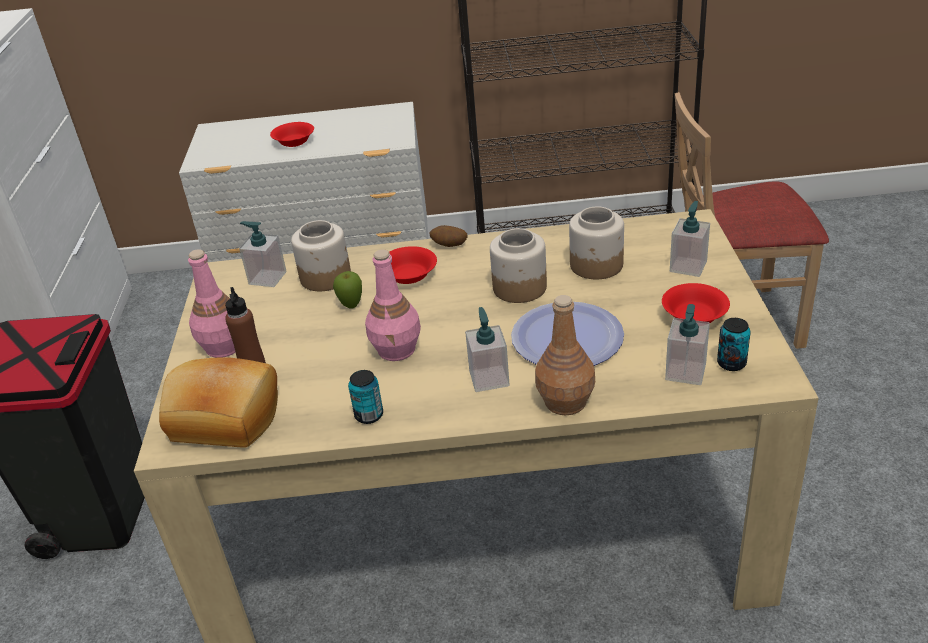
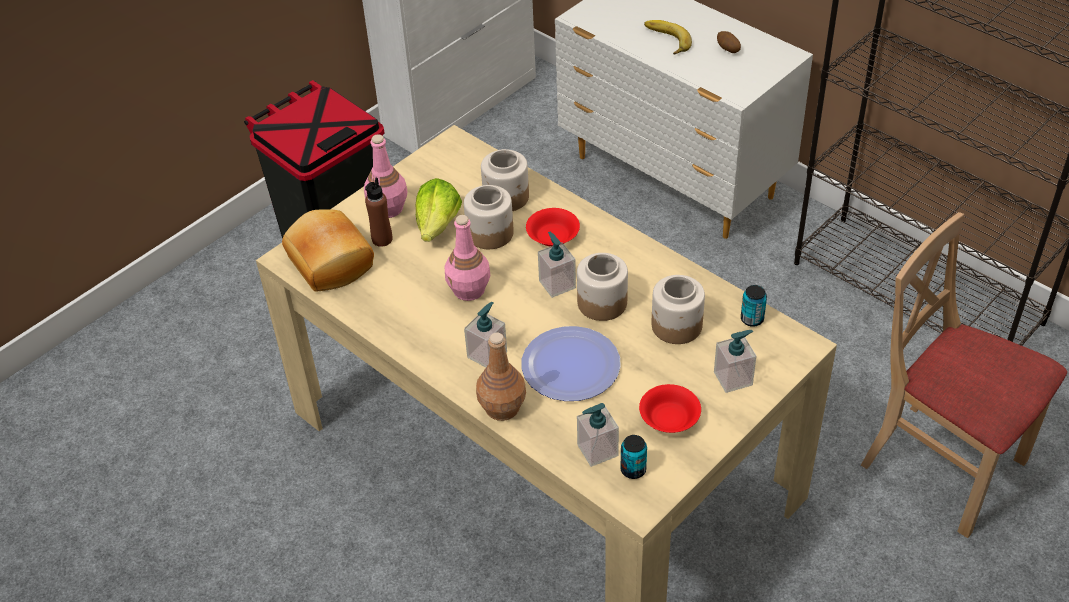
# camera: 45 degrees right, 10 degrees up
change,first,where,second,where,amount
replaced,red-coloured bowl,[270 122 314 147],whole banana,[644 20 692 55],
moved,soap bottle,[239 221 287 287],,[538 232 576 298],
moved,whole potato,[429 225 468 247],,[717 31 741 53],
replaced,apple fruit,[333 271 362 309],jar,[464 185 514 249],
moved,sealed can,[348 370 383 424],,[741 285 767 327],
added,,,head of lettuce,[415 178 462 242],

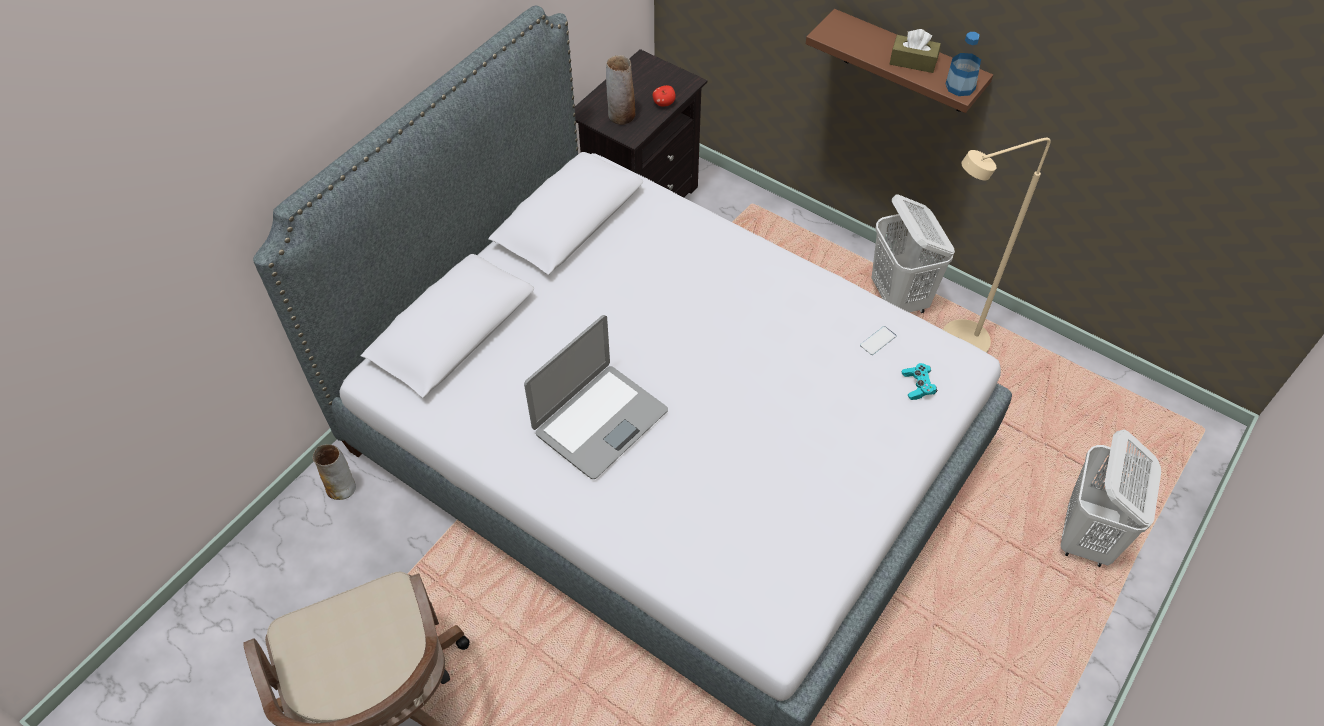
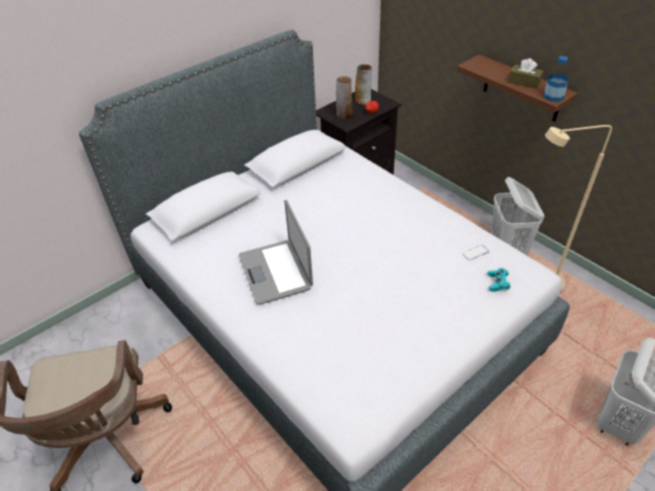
# camera: 15 degrees right, 10 degrees down
change,first,where,second,where,amount
turned,portable computer,[524 315 668 479],,[239 200 313 304],105 degrees clockwise
moved,flower vase,[313 444 356 500],,[355 64 372 105],

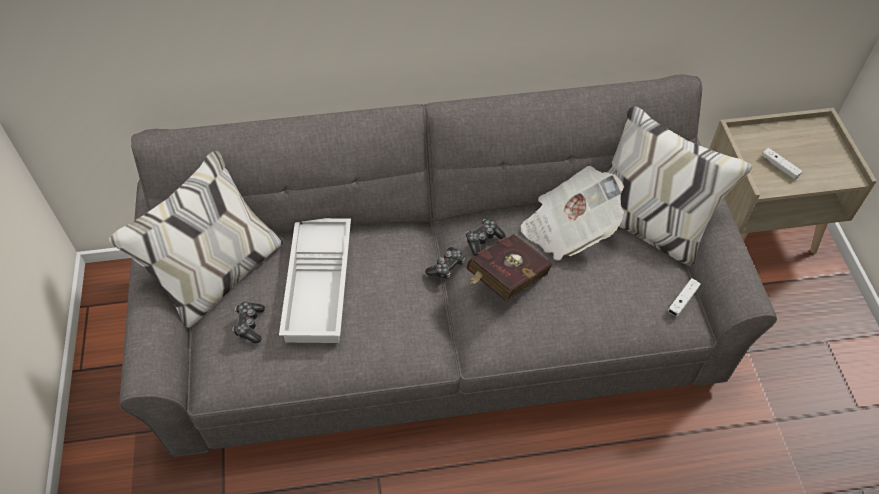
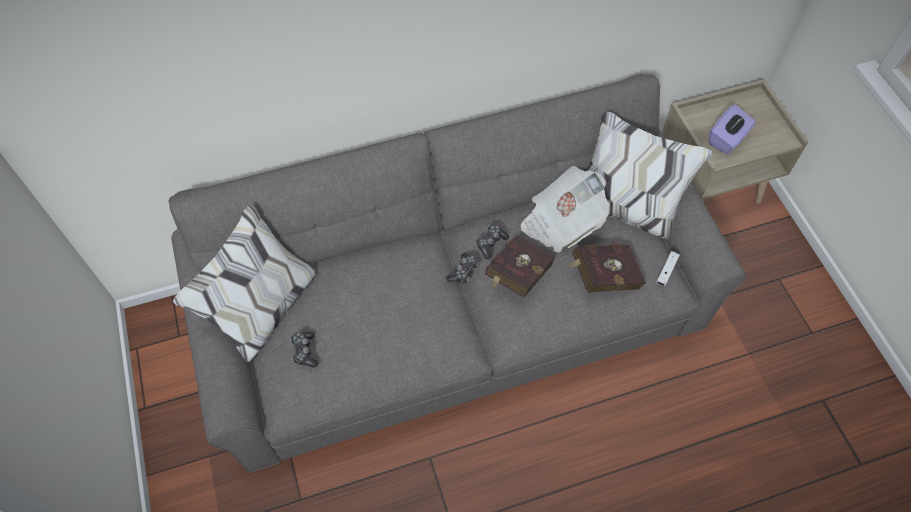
# camera: 10 degrees left, 5 degrees up
change,first,where,second,where,amount
replaced,whitish gamepad,[762 148 802 180],purple tissue box,[709 104 756 155],
removed,whitish serving tray,[279 218 351 343],,,
added,,,red-coloured bound book,[567 244 646 293],

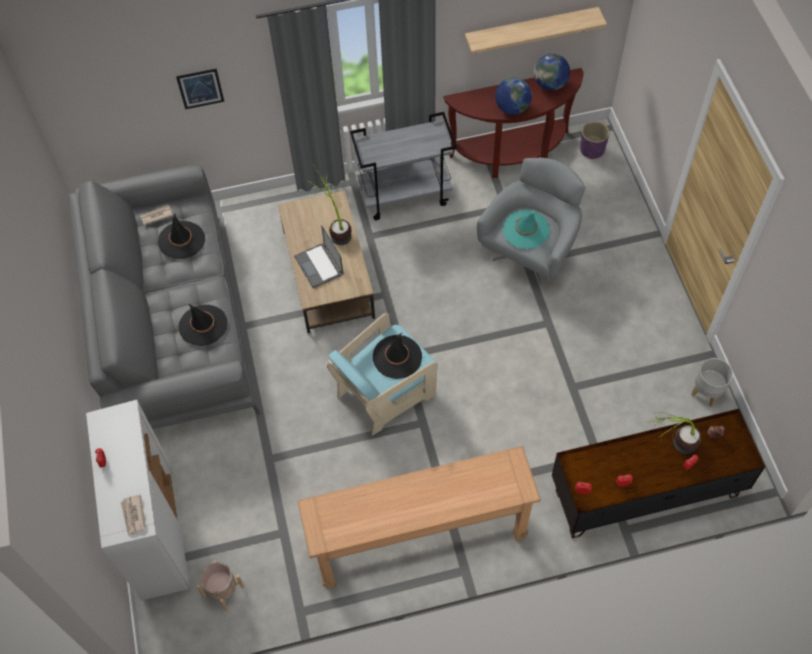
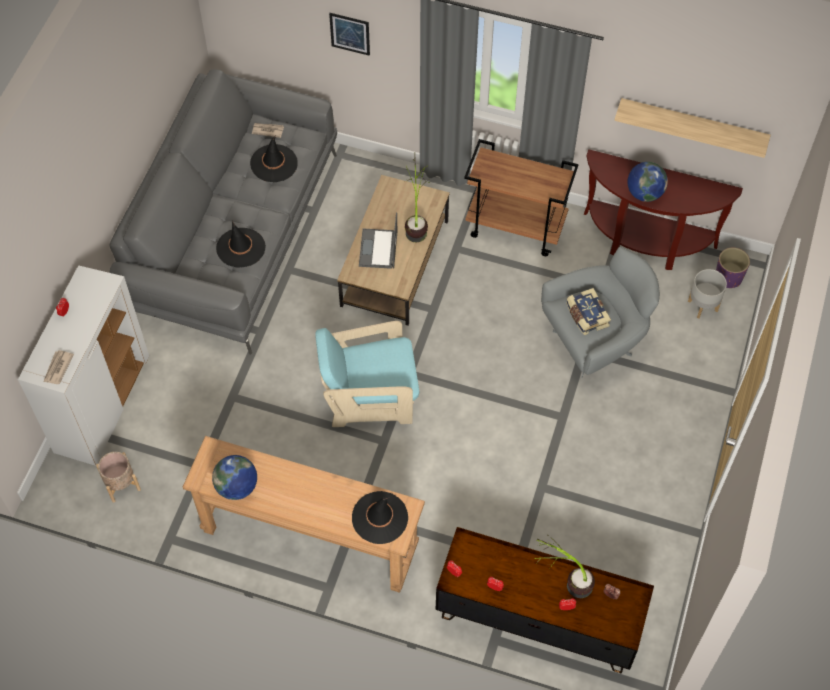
# camera: 30 degrees right, 0 degrees up
change,first,where,second,where,amount
moved,globe,[534 54 570 91],,[212 455 257 500],
recoloured,greyish cart,[350 112 457 220],brown cart,[464 139 579 256],
replaced,turquoise-coloured hat,[503 210 550 249],bound book,[566 288 611 335],
moved,blackish hat,[373 332 422 379],,[352 491 408 544],
moved,greyish plant pot,[691 358 733 407],,[688 269 727 318],

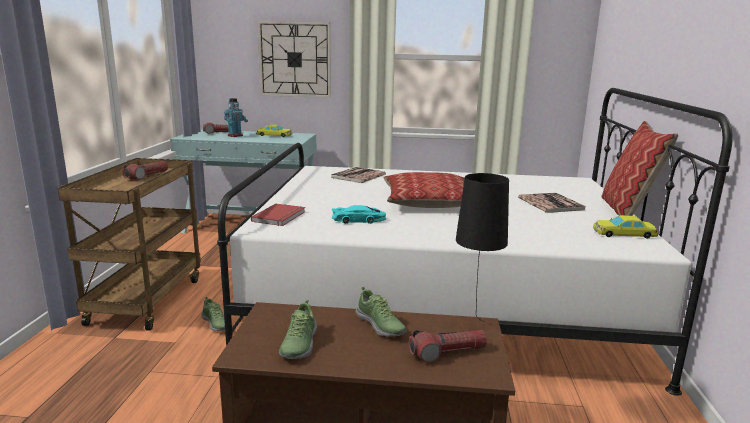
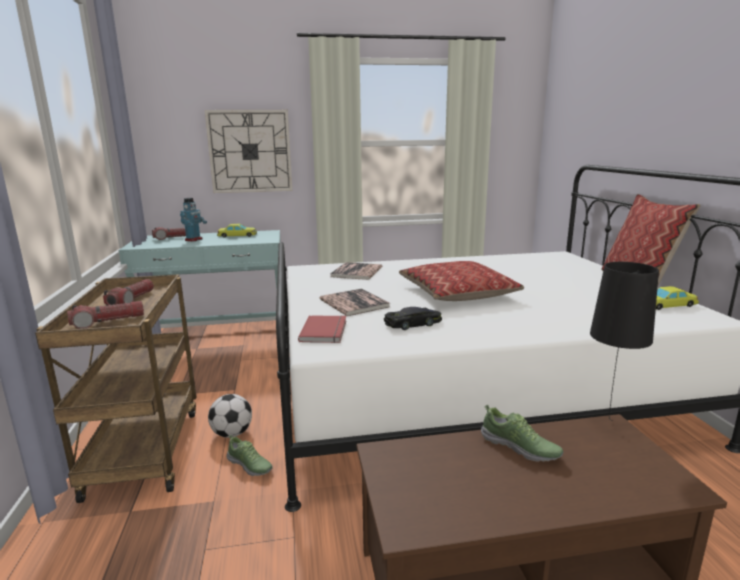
# camera: 15 degrees left, 0 degrees up
change,first,where,second,where,amount
moved,bound book,[518 193 586 213],,[320 288 390 316],
recoloured,turquoise-coloured model car,[332 205 386 224],blackish model car,[384 307 442 330],
removed,item of footwear,[279 300 317 359],,,
moved,hand torch,[409 330 487 363],,[67 301 144 329],
added,,,football,[208 394 252 438],

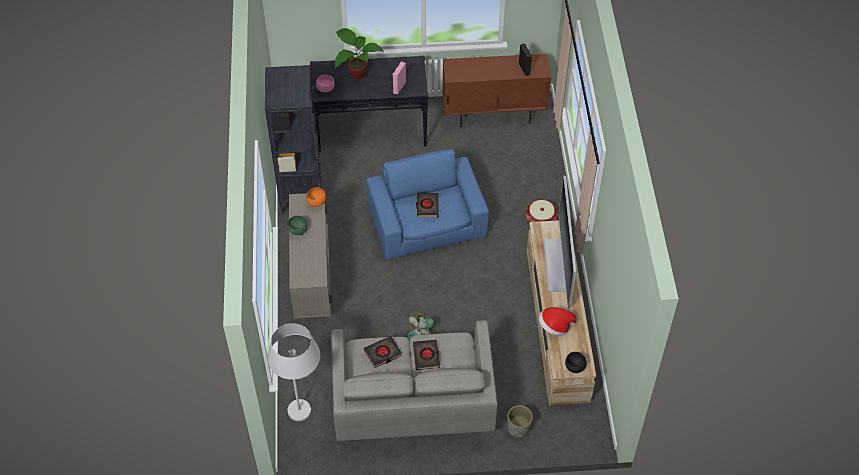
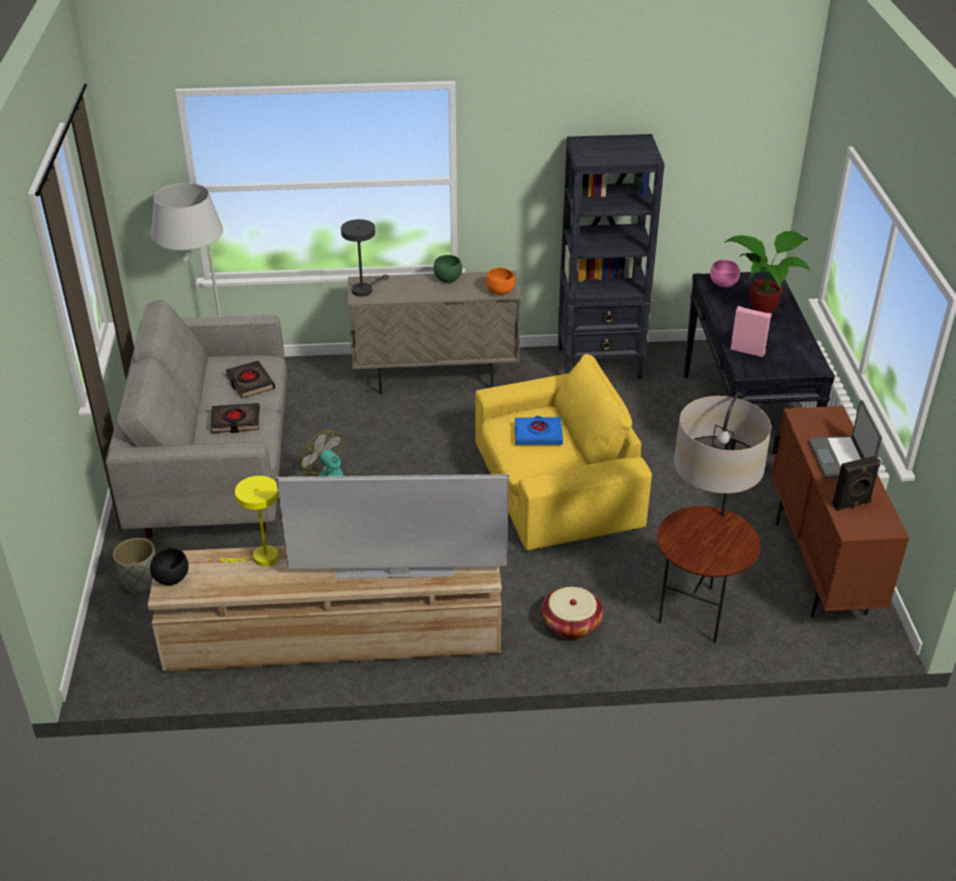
# camera: 90 degrees right, 15 degrees down
change,first,where,second,where,amount
recoloured,blue-coloured armchair,[366 149 489 259],yellow armchair,[475 354 652 550],
recoloured,blackish bound book,[416 193 439 217],blue-coloured bound book,[515 416 563 445],
replaced,hat,[539 307 577 336],yellow tabletop lamp,[220 476 279 566],
added,,,greyish tabletop lamp,[341 219 389 297],
added,,,standard lamp,[657 392 771 643],
added,,,portable computer,[808 400 882 479],

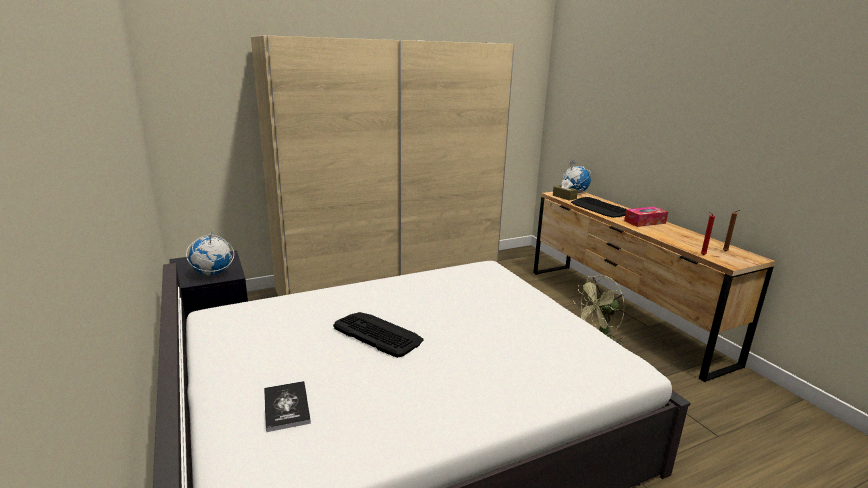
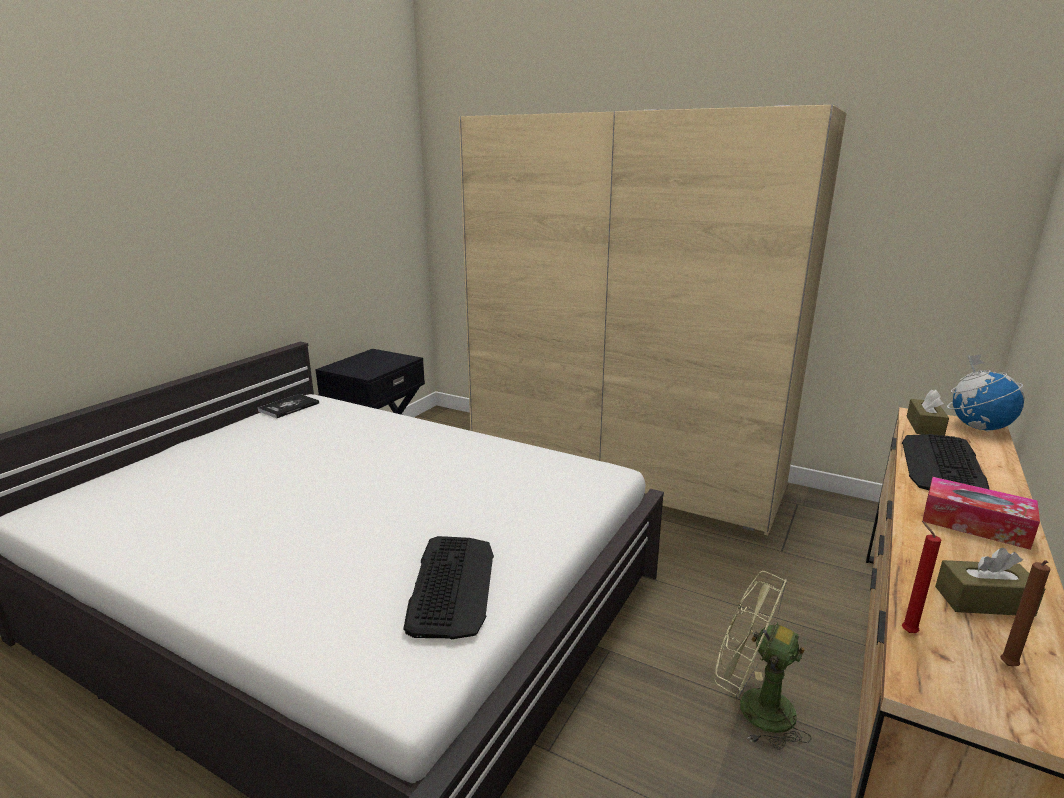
# camera: 55 degrees right, 0 degrees up
change,first,where,second,where,amount
removed,globe,[186 230 234 275],,,
moved,keyboard,[333 312 424 358],,[403 536 494 639],
moved,bound book,[264 381 311 432],,[258 394 319 418],
added,,,brown tissue box,[935 548 1045 616],

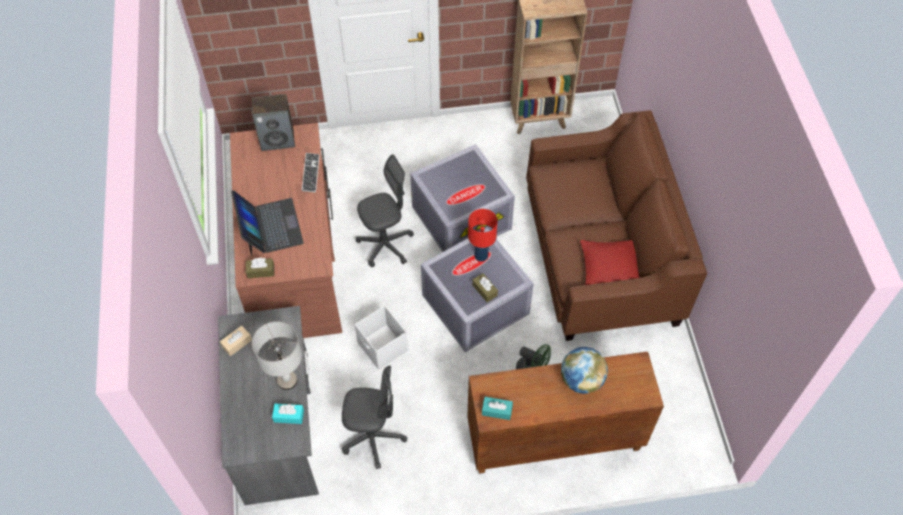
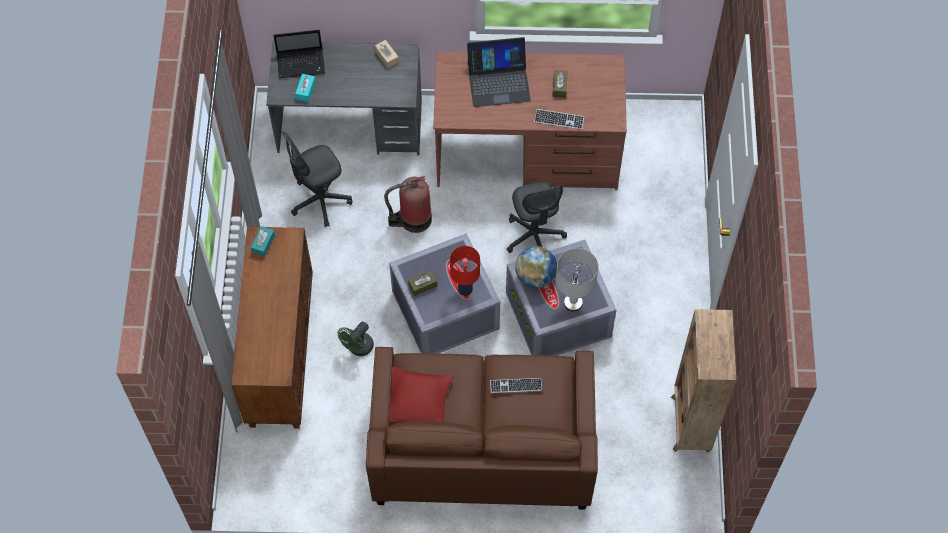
# camera: 100 degrees right, 5 degrees up
change,first,where,second,where,amount
removed,audio speaker,[252 94 295 151],,,
moved,brown tissue box,[246 258 274 278],,[552 70 568 98],
replaced,whitish storage container,[355 305 408 370],extinguisher,[384 176 432 233],
moved,greyish tabletop lamp,[252 321 302 390],,[555 248 598 312],
moved,globe,[561 347 608 394],,[515 246 557 289],
turned,greyish desk chair,[342 365 407 469],,[282 131 352 227],45 degrees clockwise
added,,,portable computer,[273 30 325 78],
added,,,keyboard,[490 378 542 393],

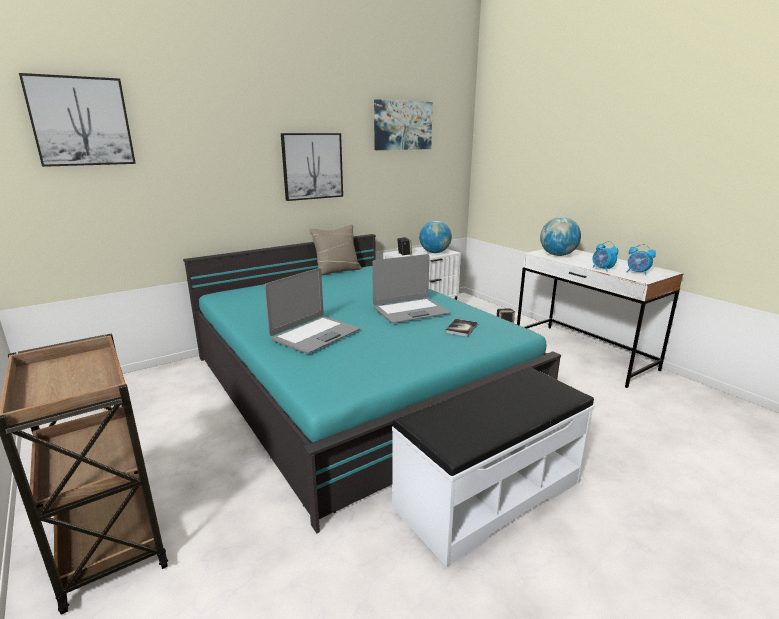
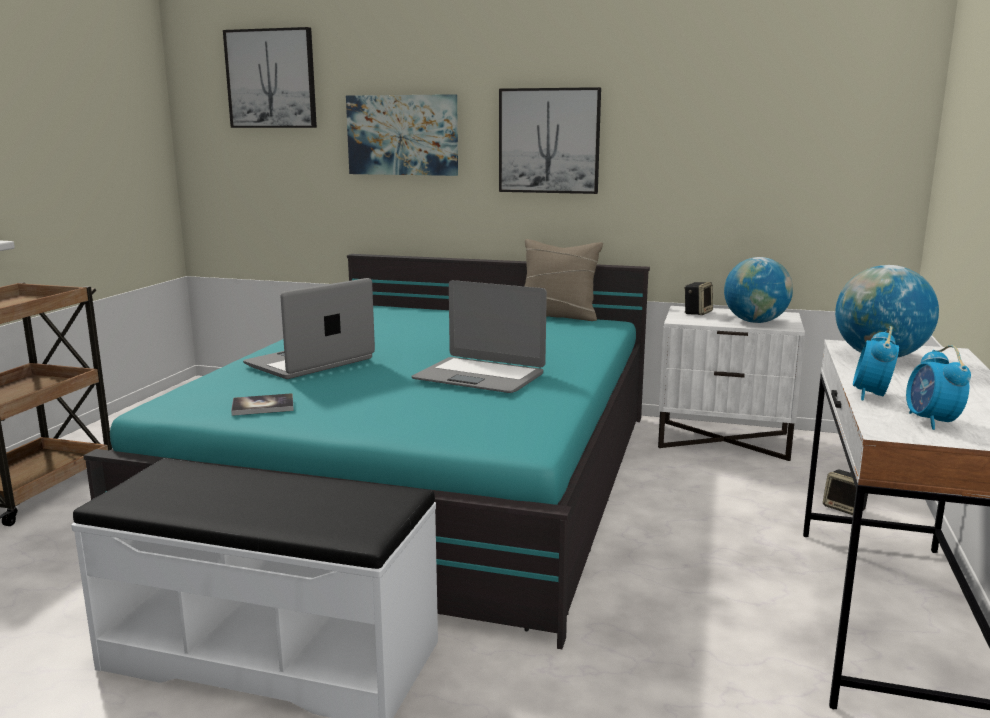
# camera: 50 degrees right, 5 degrees down
change,first,where,second,where,amount
moved,picture,[374 99 433 150],,[346 94 458 176],
turned,portable computer,[264 268 360 353],,[243 278 375 379],135 degrees clockwise
moved,bound book,[445 319 478 337],,[231 393 294 416],

